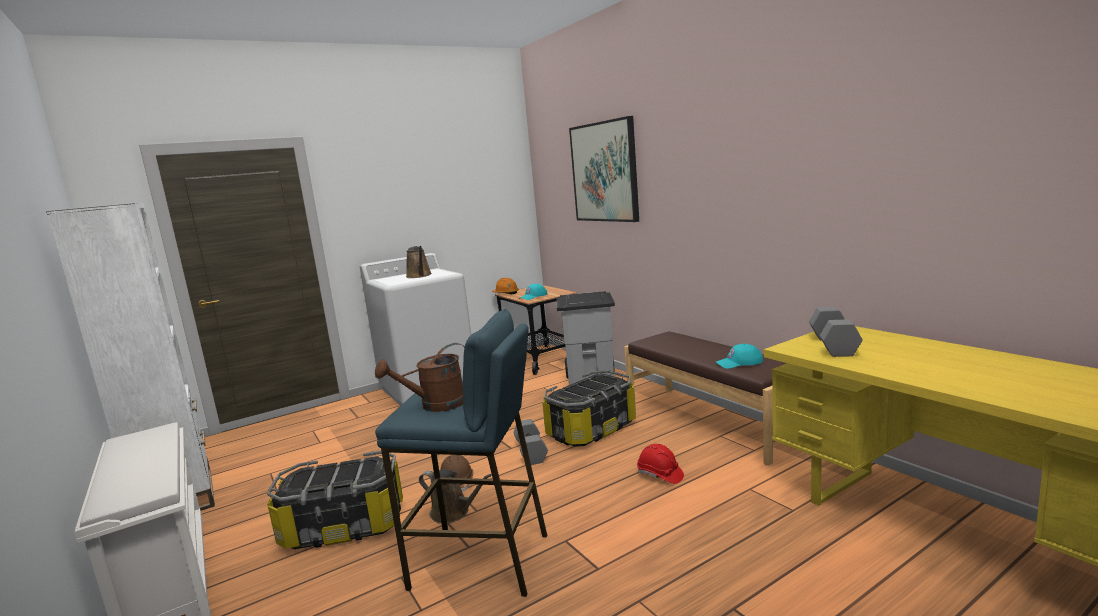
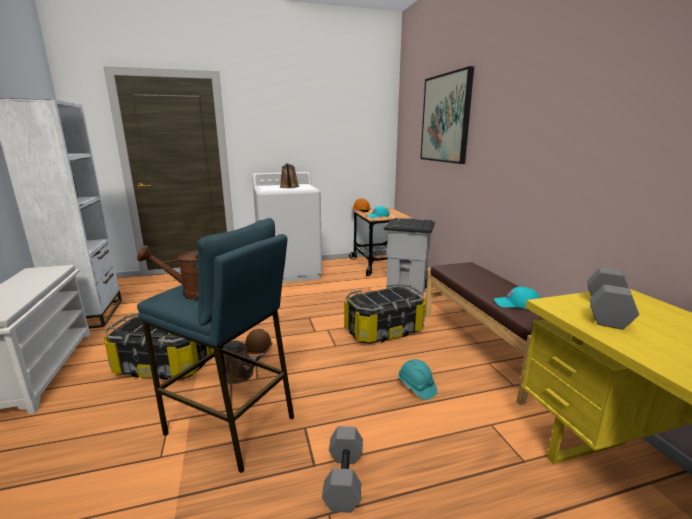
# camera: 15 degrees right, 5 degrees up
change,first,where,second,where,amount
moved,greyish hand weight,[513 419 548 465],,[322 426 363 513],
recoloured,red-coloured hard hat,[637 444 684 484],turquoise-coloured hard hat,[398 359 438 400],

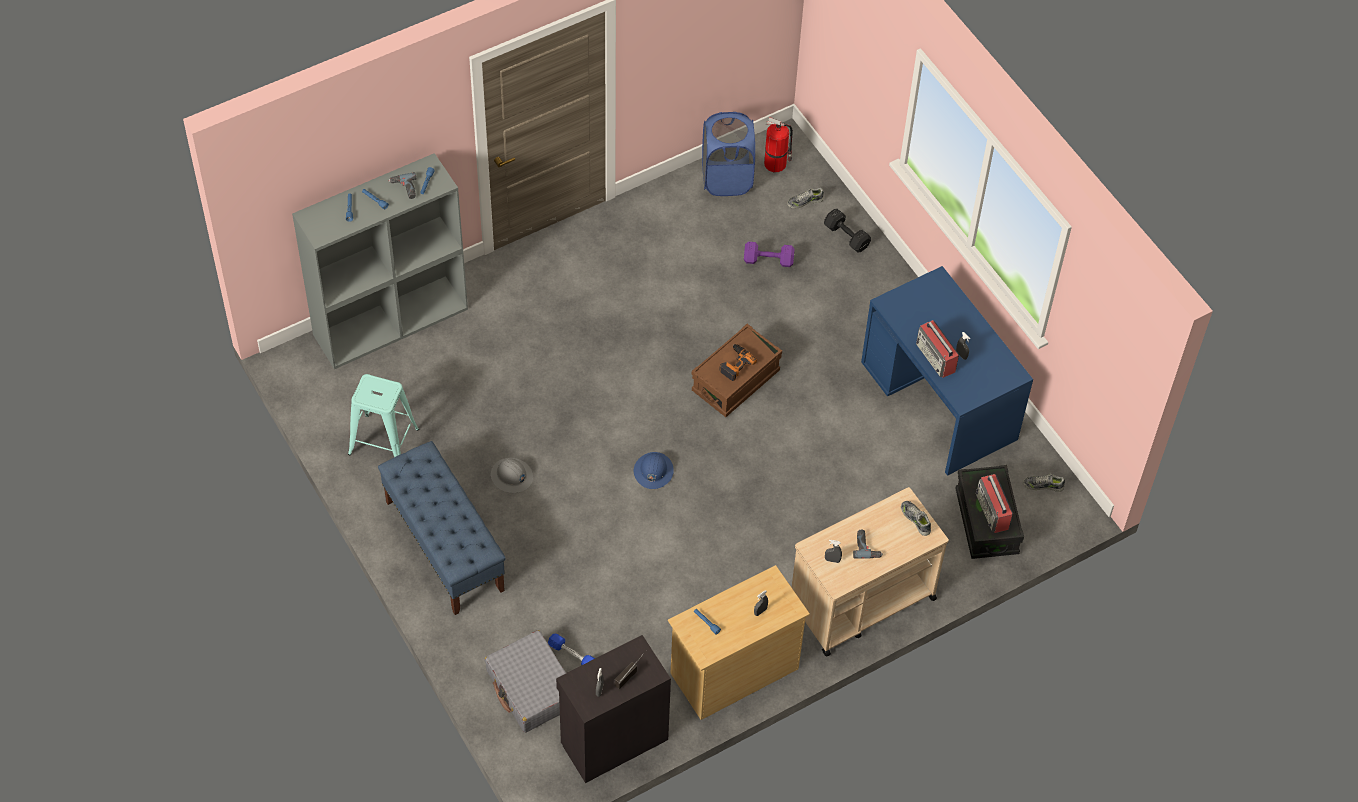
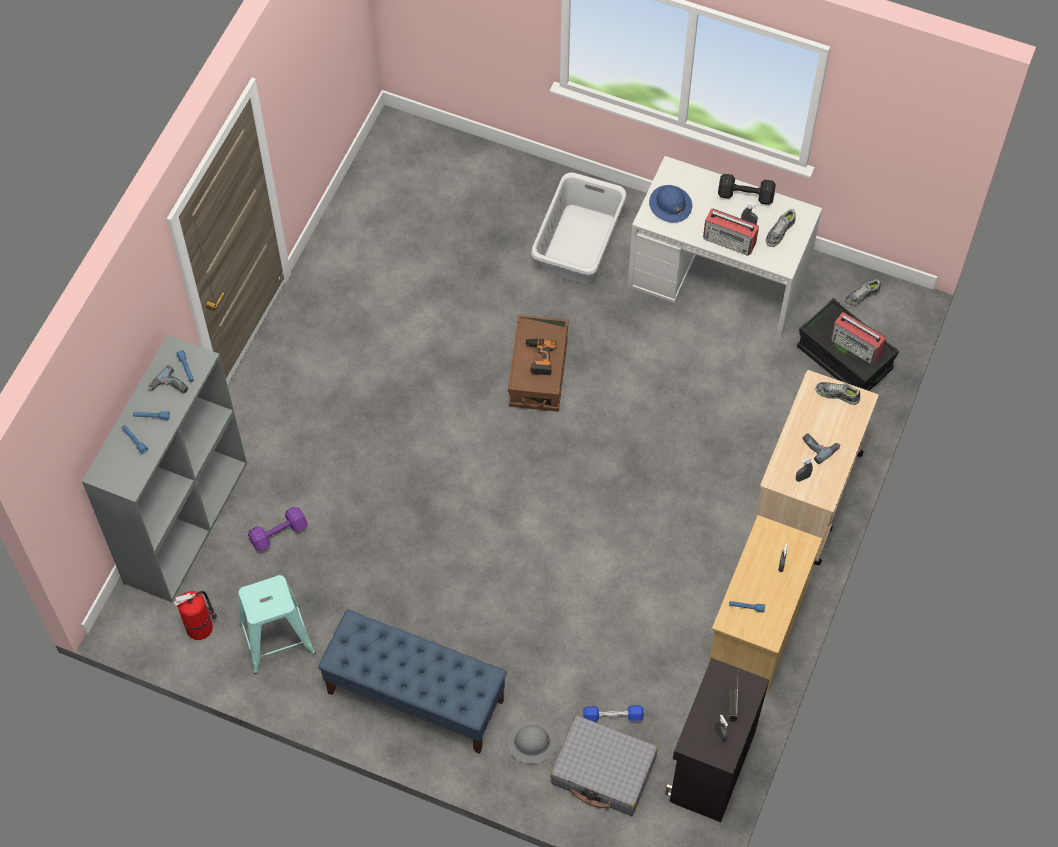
# camera: 35 degrees left, 5 degrees up
change,first,where,second,where,amount
removed,blue-coloured laundry basket,[702 112 755 196],,,
moved,extinguisher,[764 117 793 172],,[174 591 217 640],
moved,item of footwear,[787 188 824 208],,[766 209 796 247],
moved,blackish hand weight,[824 208 871 253],,[718 173 776 205],
moved,purple hand weight,[744 242 795 267],,[248 507 308 551],
recoloured,blue-coloured desk unit,[861 266 1033 476],whitish desk unit,[628 156 822 340],
moved,blue-coloured hard hat,[634 452 674 489],,[649 185 692 223],
moved,greyish hard hat,[491 458 533 493],,[507 721 558 764],
added,,,greyish laundry basket,[531 172 627 284],

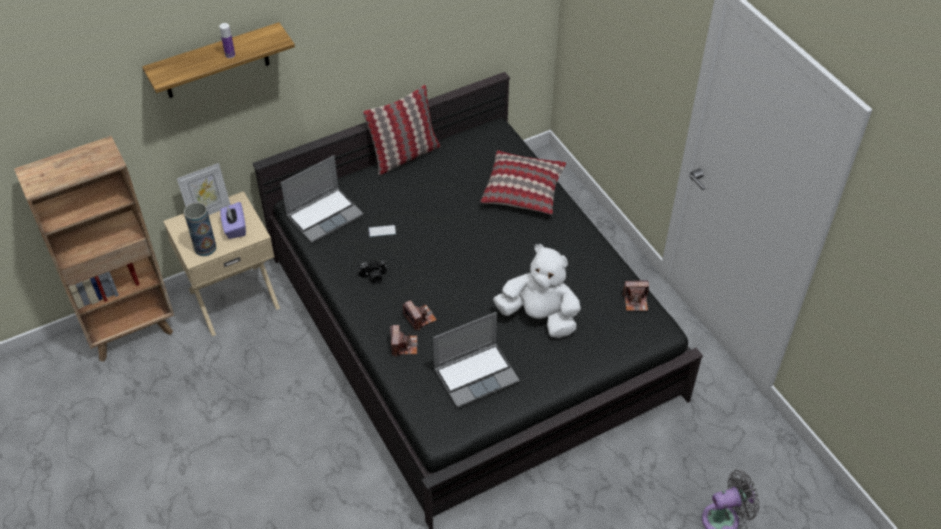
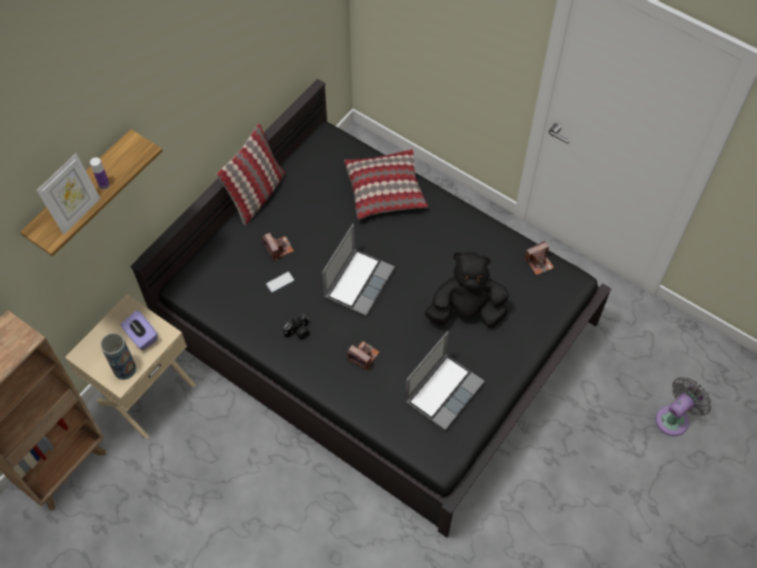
# camera: 25 degrees left, 10 degrees up
change,first,where,second,where,amount
moved,portable computer,[281 155 363 243],,[322 224 395 316],
moved,photo frame,[177 163 231 215],,[37 154 101 235],
recoloured,whitish soft toy,[493 244 581 338],blackish soft toy,[425 252 509 328],
moved,still camera,[390 325 418 356],,[263 233 294 260],

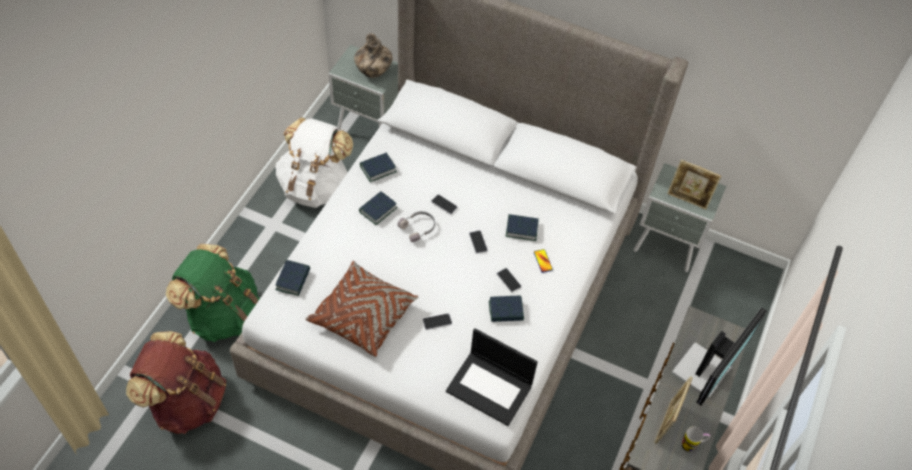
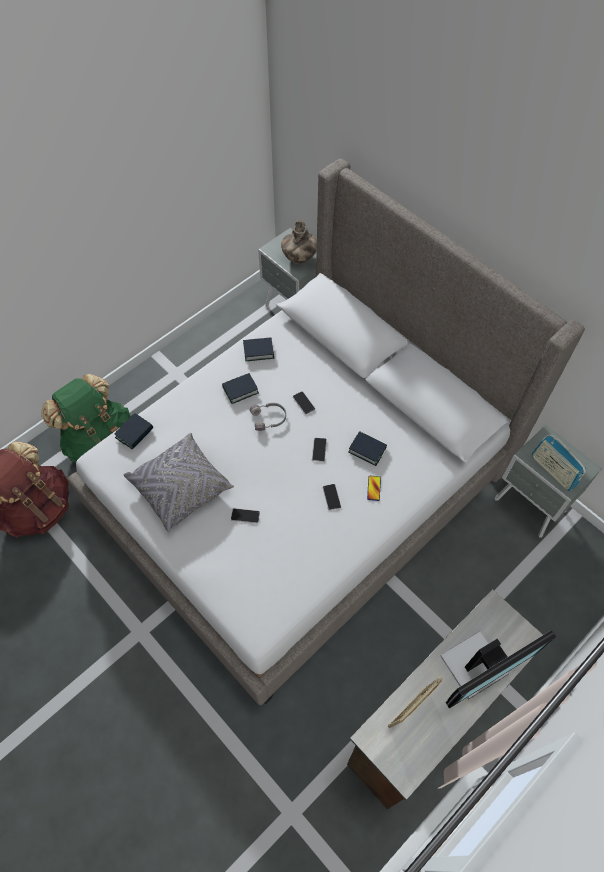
# camera: 25 degrees right, 5 degrees up
change,first,where,second,where,amount
removed,whitish knapsack,[275 118 353 208],,,
replaced,photo frame,[667 160 721 209],radio,[532 434 587 491],
recoloured,brown pillow,[306 261 419 357],greyish pillow,[124 433 234 532],
removed,bound book,[489 296 524 322],,,
removed,portable computer,[446 328 538 426],,,
removed,coffee mug,[682 426 710 452],,,

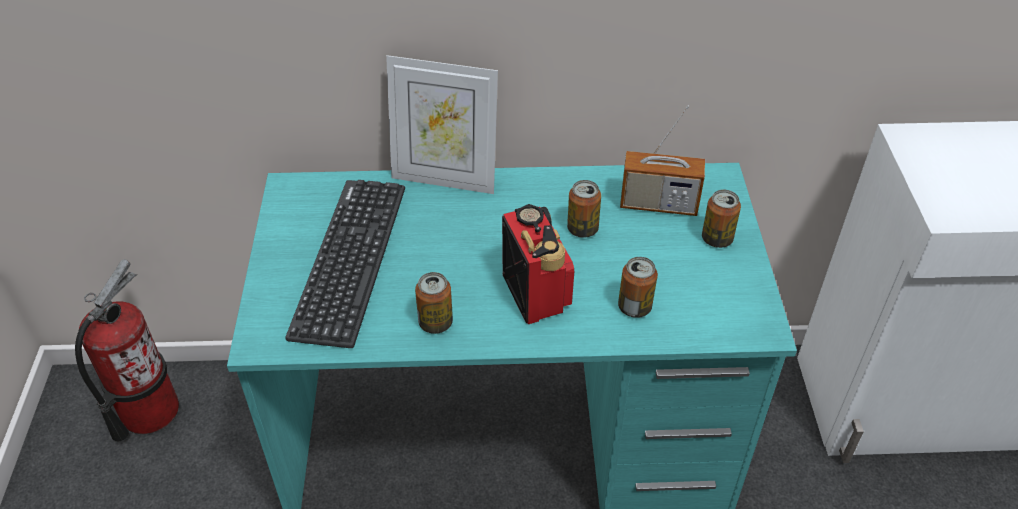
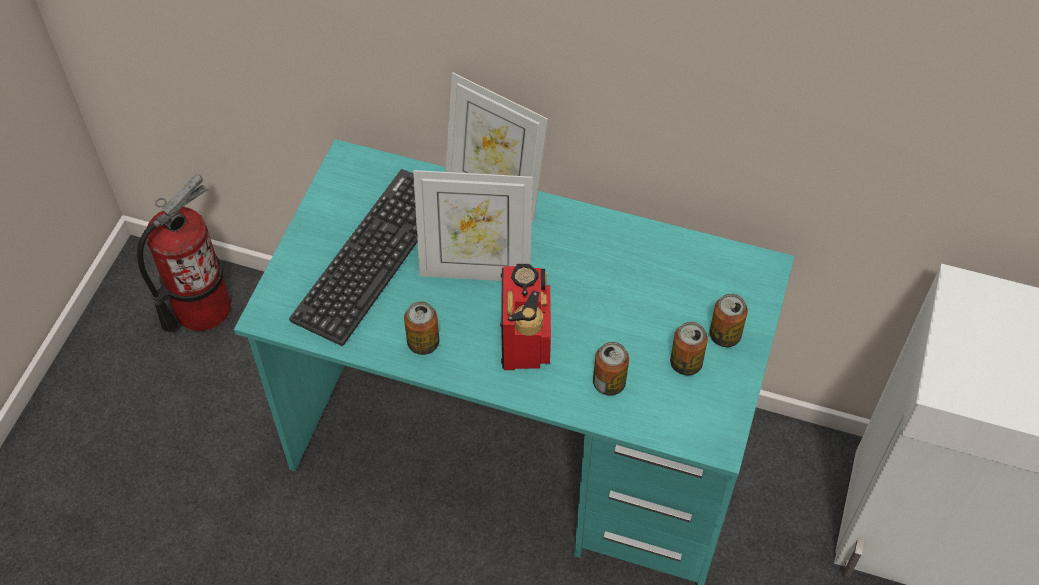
# camera: 20 degrees right, 10 degrees up
change,first,where,second,where,amount
removed,radio,[620 105 705 216],,,
moved,sealed can,[567 180 601 238],,[670 322 708 375],
added,,,photo frame,[413 170 533 281],

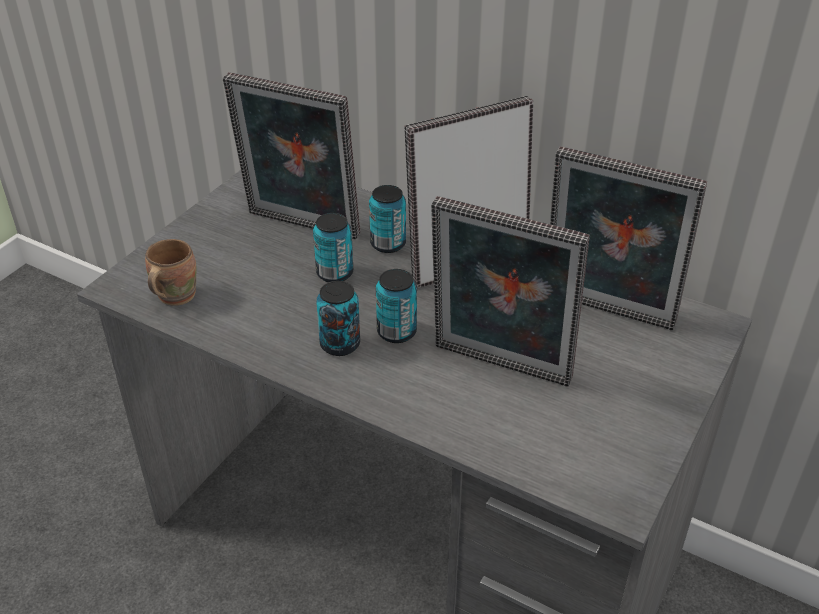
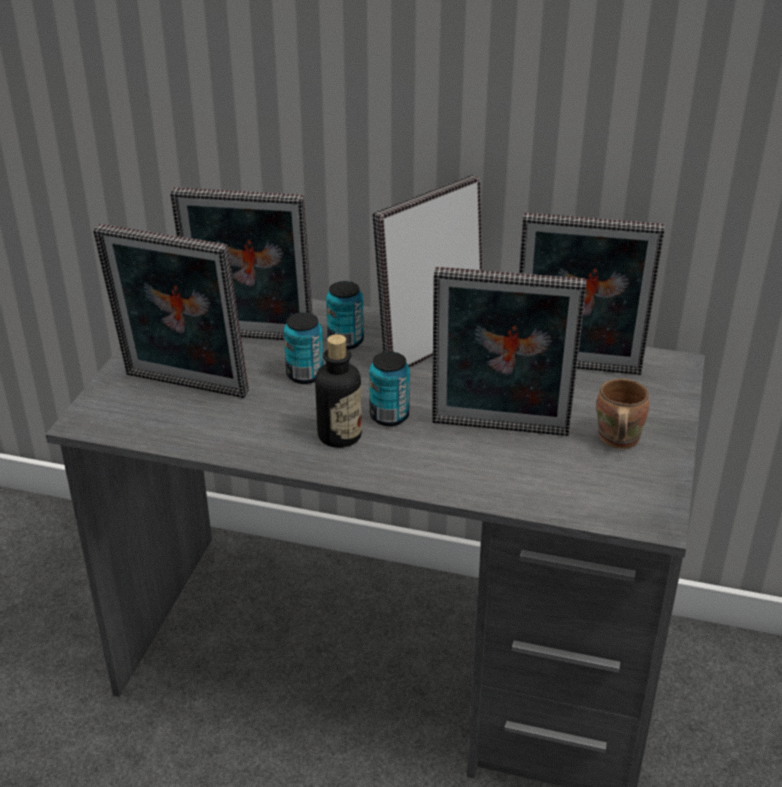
# camera: 15 degrees left, 5 degrees down
change,first,where,second,where,amount
moved,brown coffee mug,[145 239 196 306],,[597 379 649 449],
replaced,sealed can,[316 281 360 356],bottle,[315 334 362 448],
added,,,photo frame,[93 224 249 398],

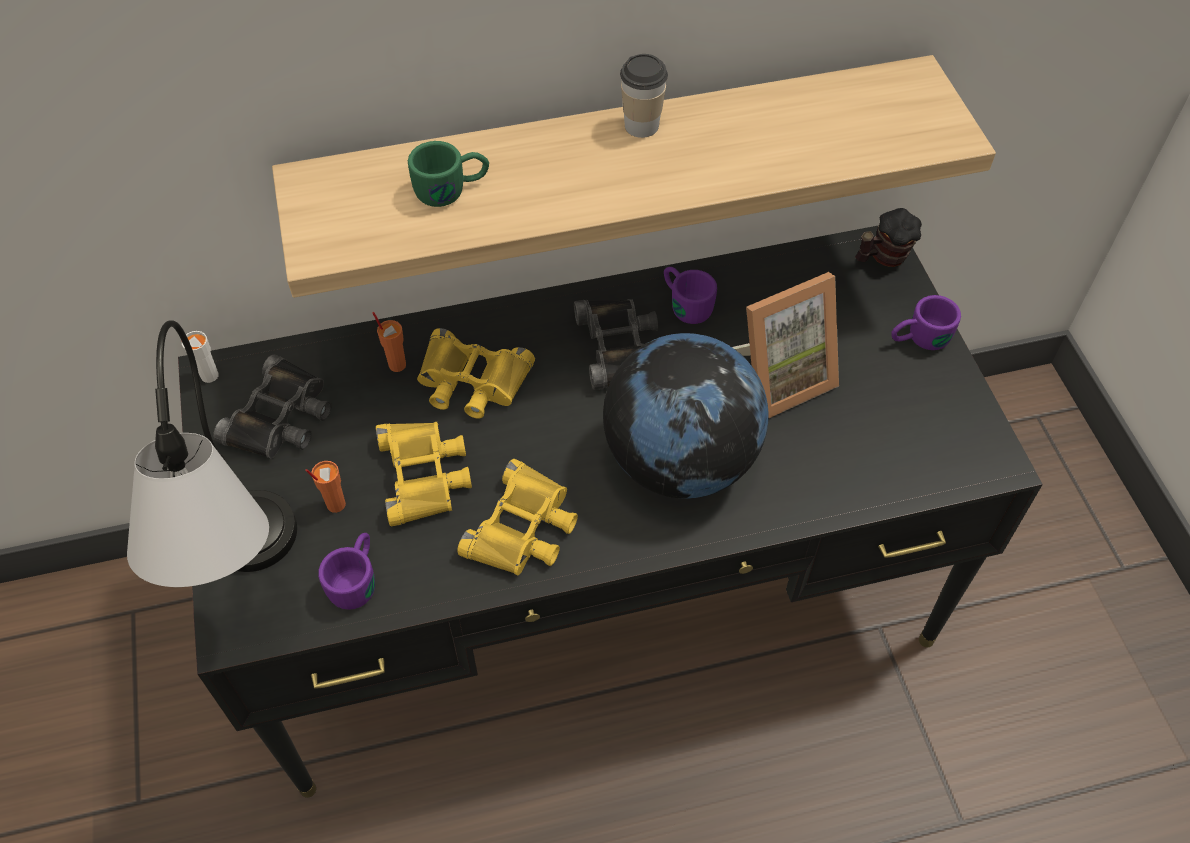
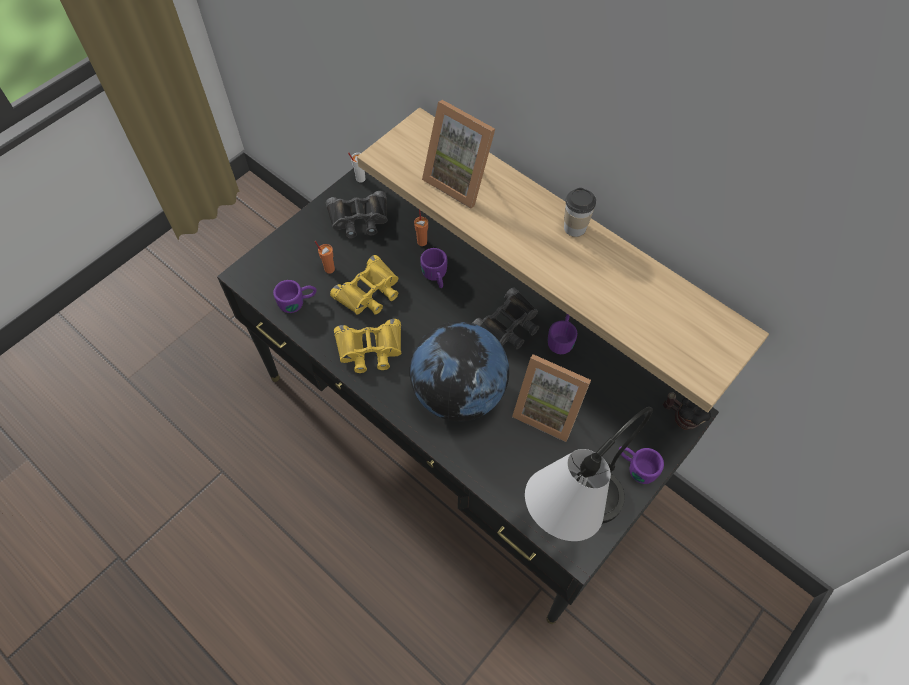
# camera: 55 degrees right, 5 degrees up
change,first,where,second,where,amount
replaced,green coffee mug,[408 141 489 207],photo frame,[422 100 495 209],
moved,tabletop lamp,[127 320 297 587],,[525 407 653 541],
replaced,yellow field glasses,[417 328 535 419],purple coffee mug,[420 248 447 288],

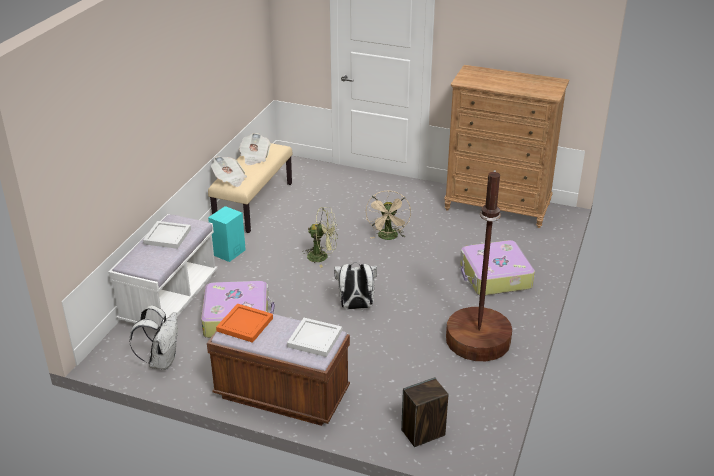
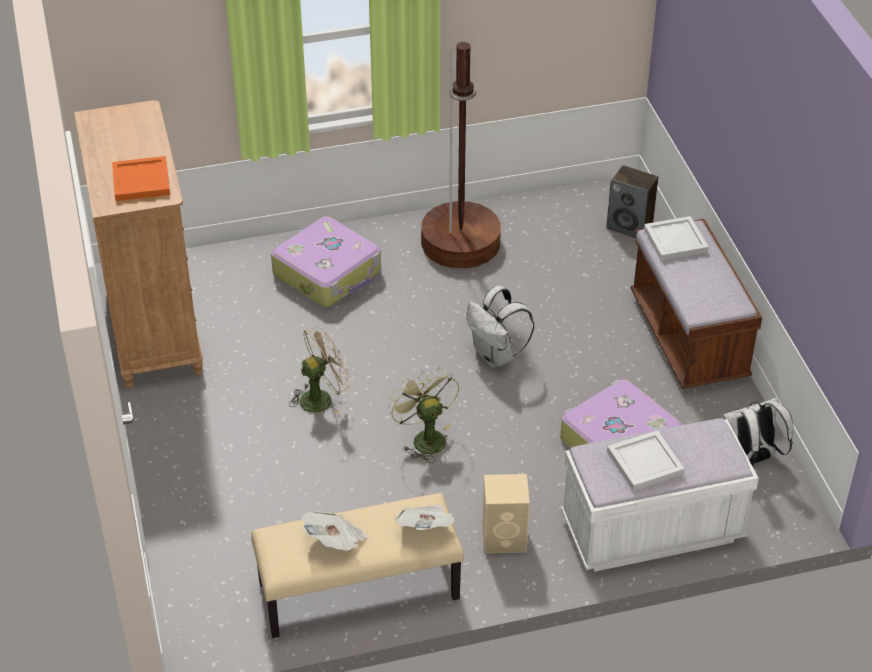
# camera: 125 degrees left, 10 degrees up
change,first,where,second,where,amount
recoloured,turquoise-coloured audio speaker,[208 206 246 262],sand-coloured audio speaker,[483 474 530 553],
moved,orange-coloured serving tray,[216 303 273 343],,[112 156 170 201],

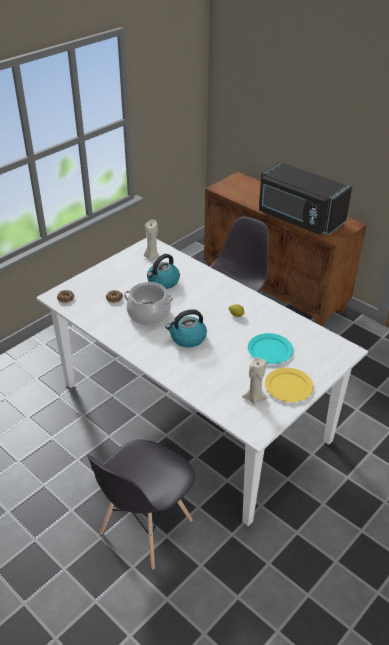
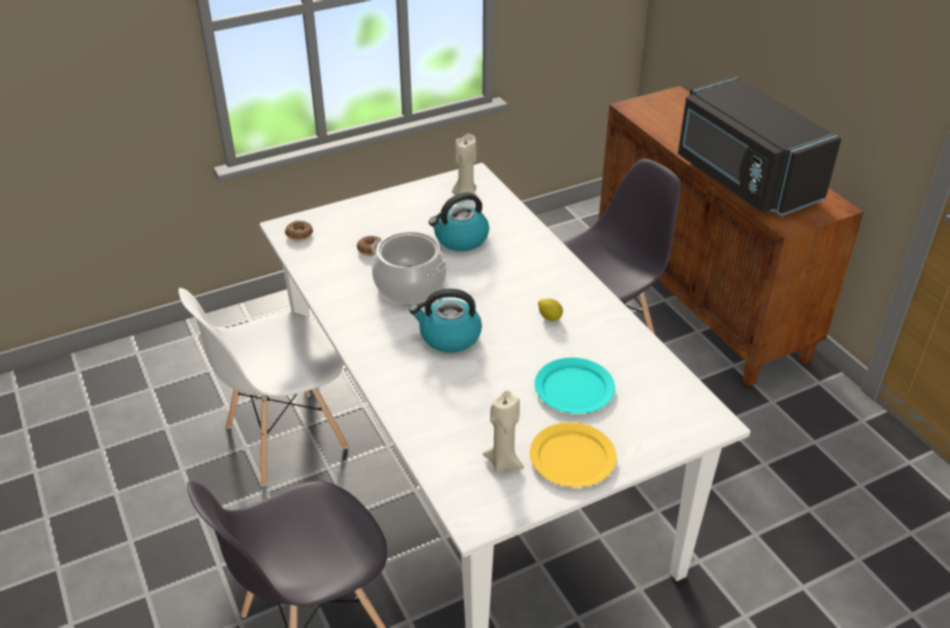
# camera: 20 degrees right, 0 degrees up
change,first,where,second,where,amount
added,,,whitish plain chair,[178 288 348 486],

